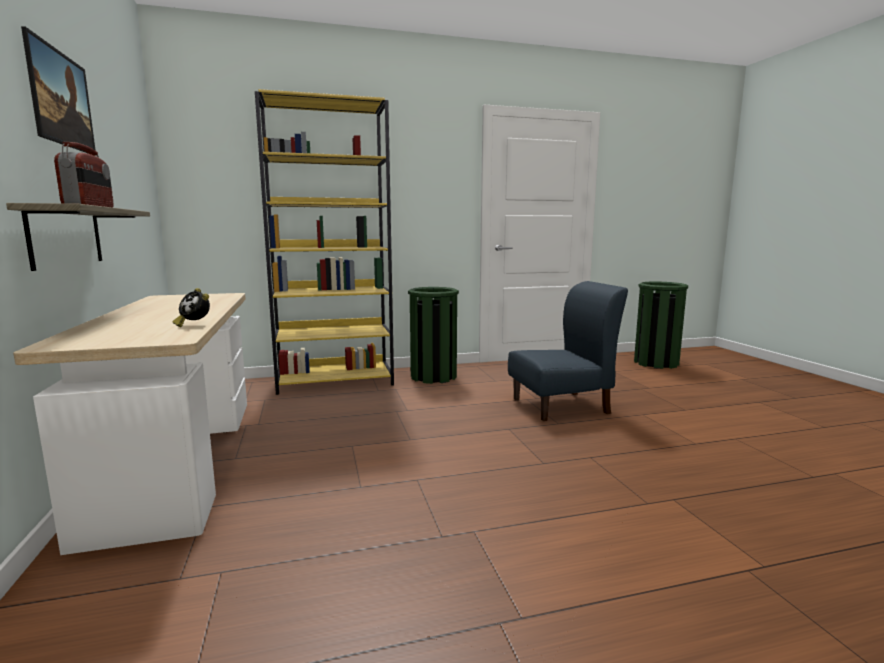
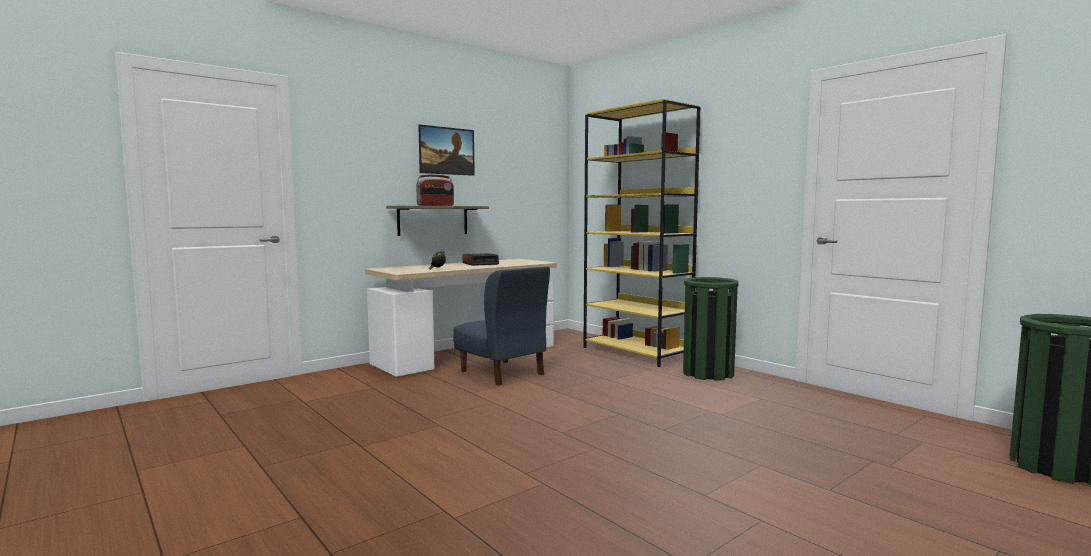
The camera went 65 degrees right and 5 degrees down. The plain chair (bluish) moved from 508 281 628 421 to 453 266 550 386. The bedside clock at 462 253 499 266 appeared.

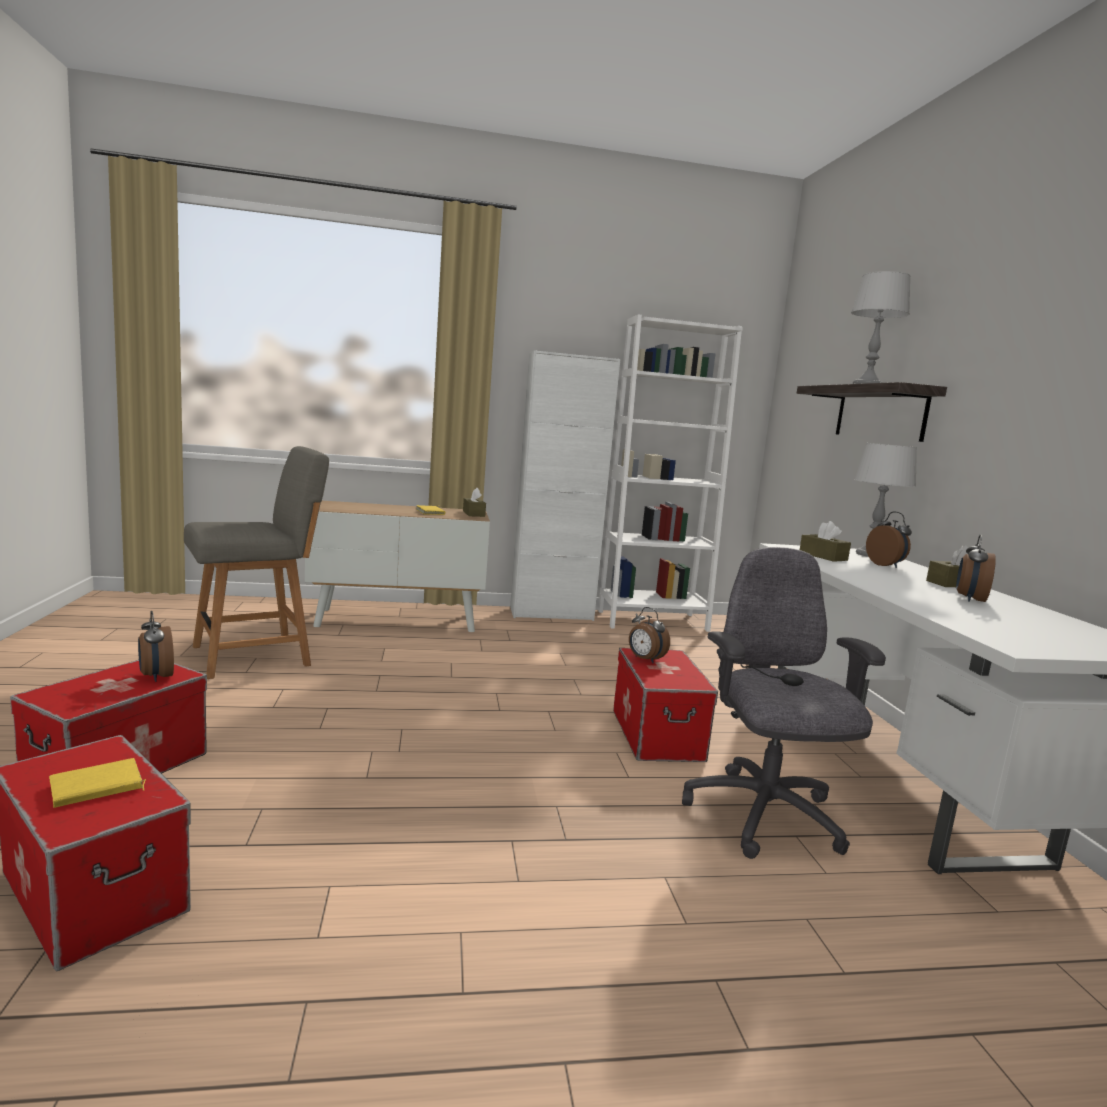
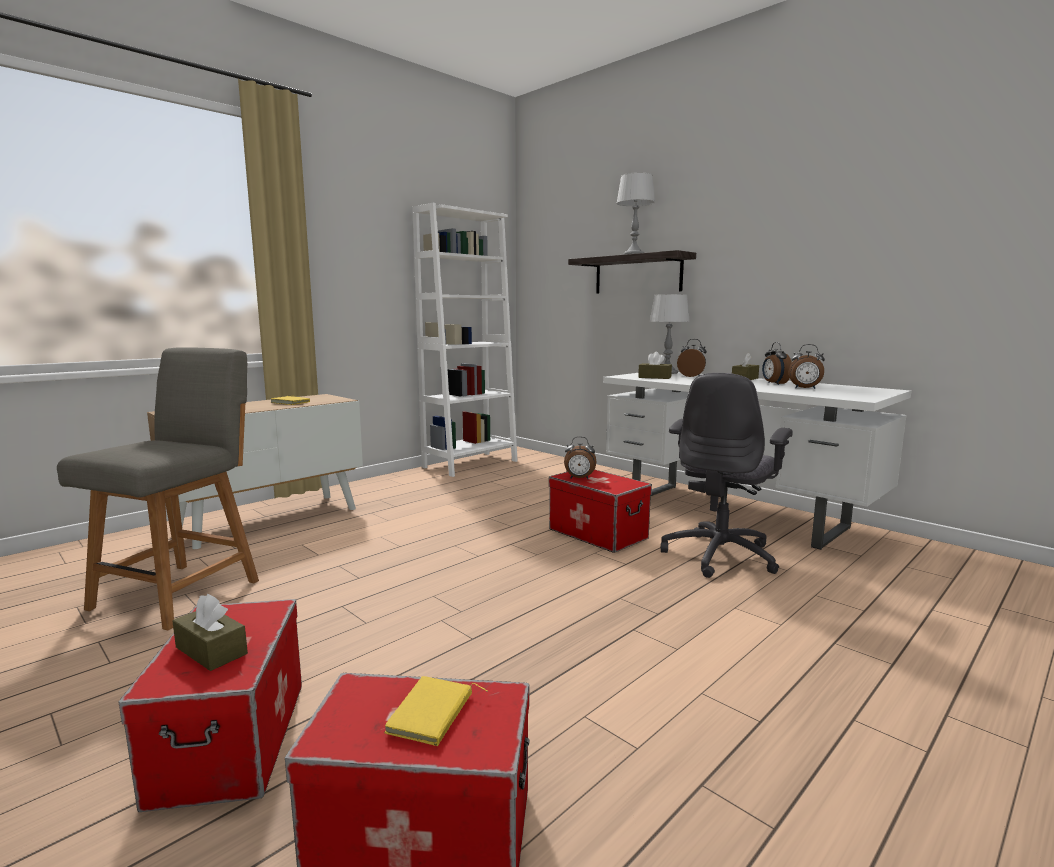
The camera went 35 degrees left and 0 degrees up. The box of tissues (brown-coloured) moved from 463 488 486 517 to 173 594 248 671. The office chair (gray) at 682 547 886 859 turned 105 degrees counterclockwise. The bedside clock moved from 138 611 174 682 to 789 344 825 389. The storage cabinet (white-coloured) at 510 350 620 621 disappeared.

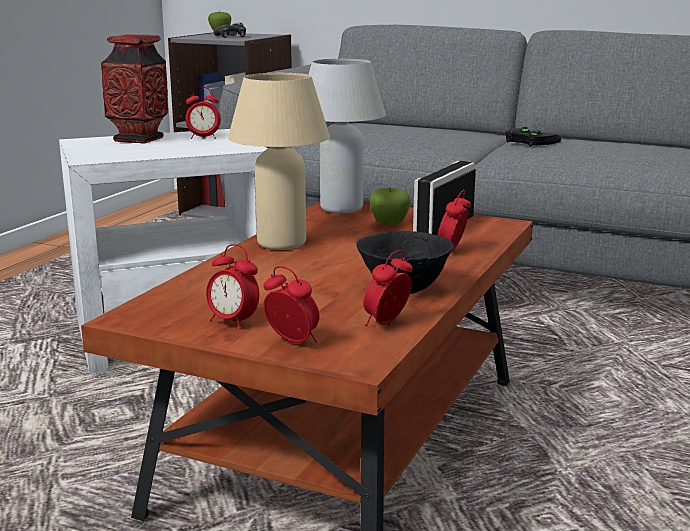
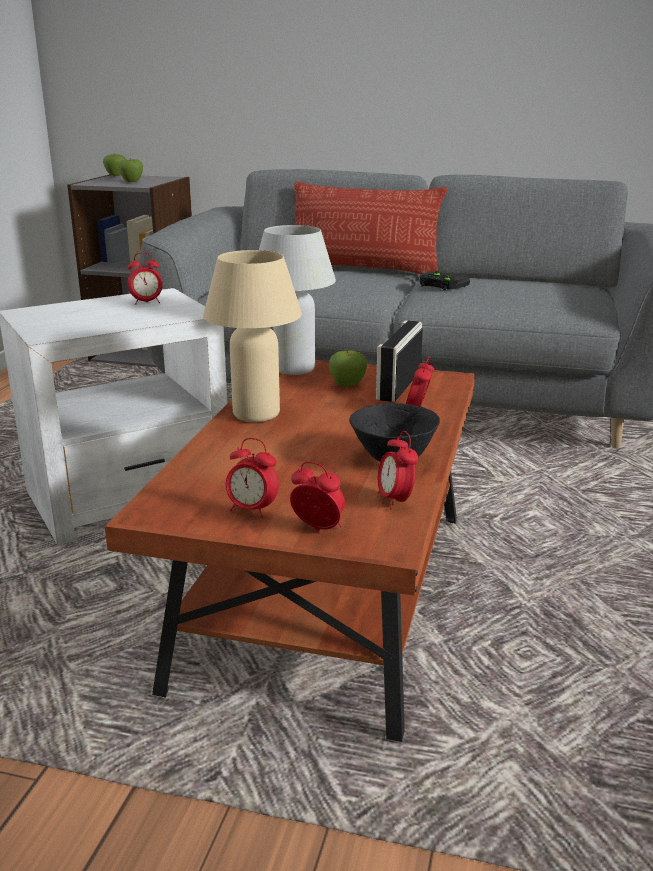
The camera went 10 degrees left and 5 degrees up. The gamepad (blackish) at 214 23 246 38 was replaced by the whole apple at 118 158 143 182. The cushion at 294 182 447 274 appeared. The bedside clock at 363 250 413 326 turned 45 degrees counterclockwise. The decorative vase at 101 34 168 143 disappeared.

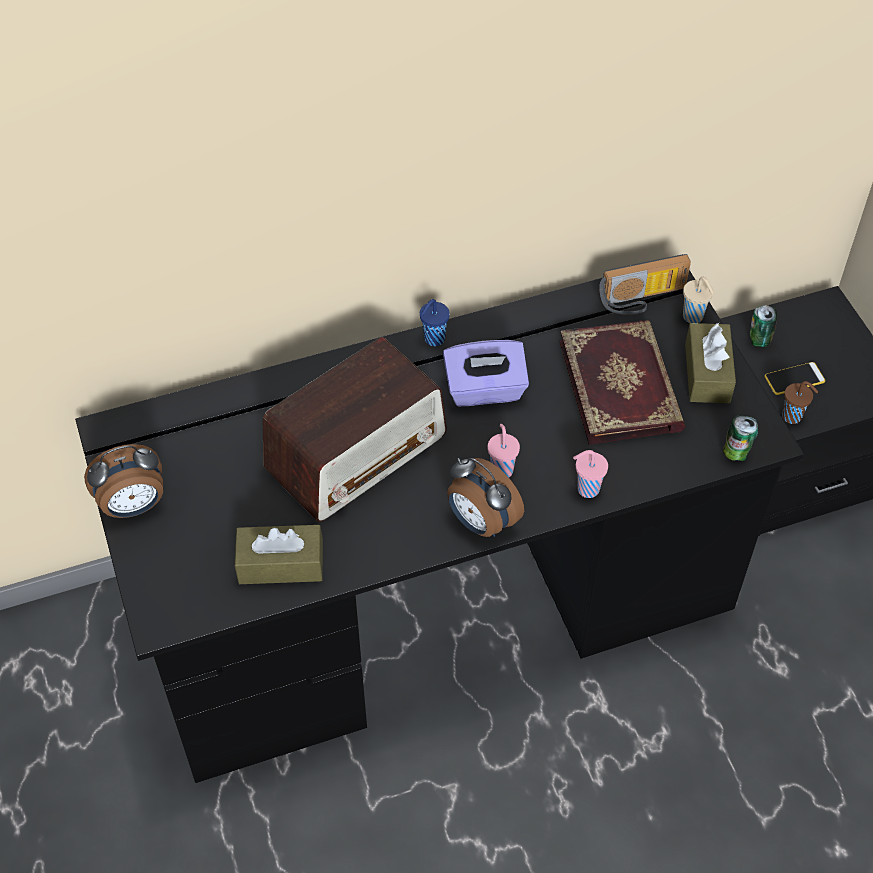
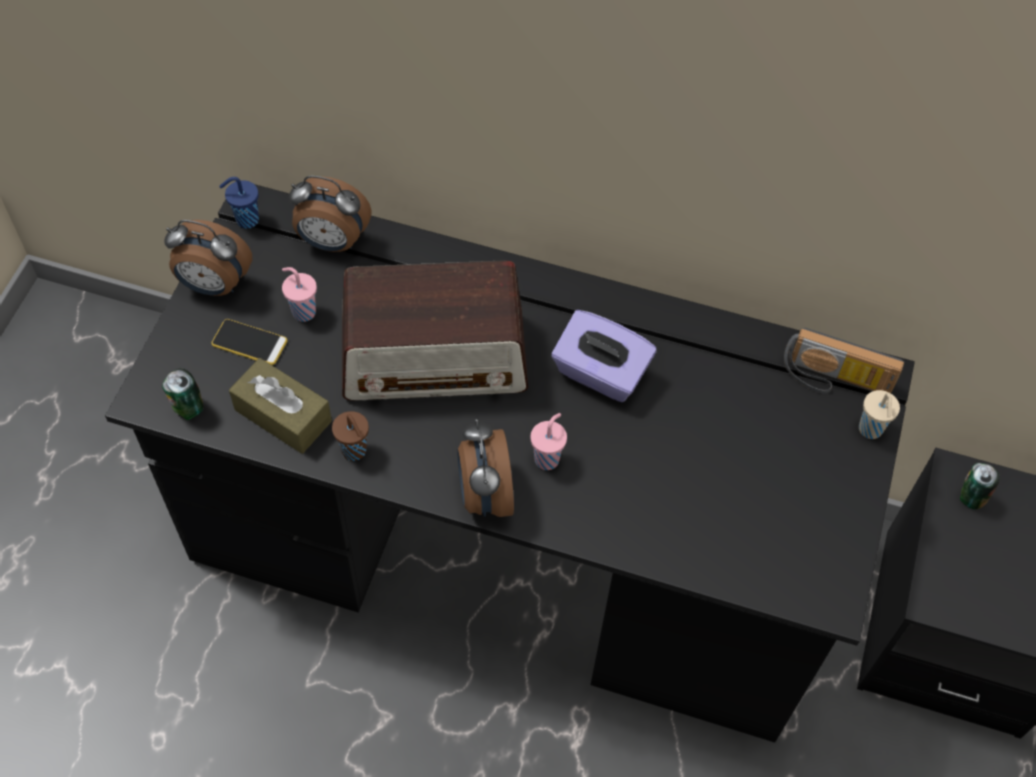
The camera went 35 degrees right and 5 degrees up. The sealed can moved from 723 415 758 461 to 162 368 204 420. The handset moved from 765 362 825 395 to 211 319 288 365. The small cup (bluish) moved from 420 299 450 346 to 219 177 259 229. The small cup (pinkish) moved from 573 450 608 498 to 282 267 317 322. The bedside clock at 289 176 372 252 appeared. The small cup (brown-coloured) moved from 782 381 818 424 to 332 411 369 461. The book at 559 320 685 445 disappeared. The box of tissues (brown-coloured) at 685 323 736 403 disappeared.

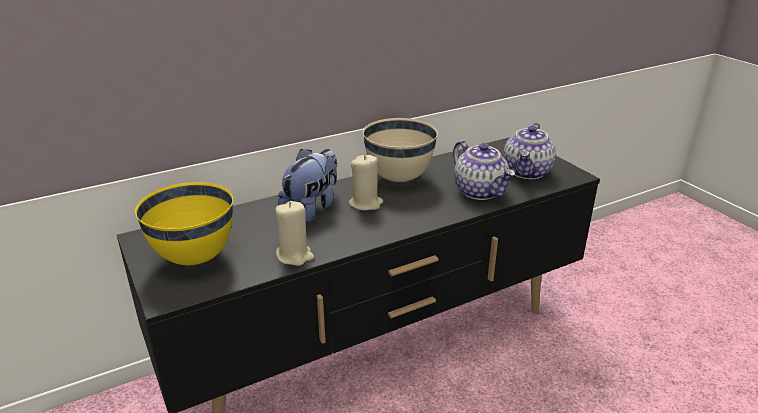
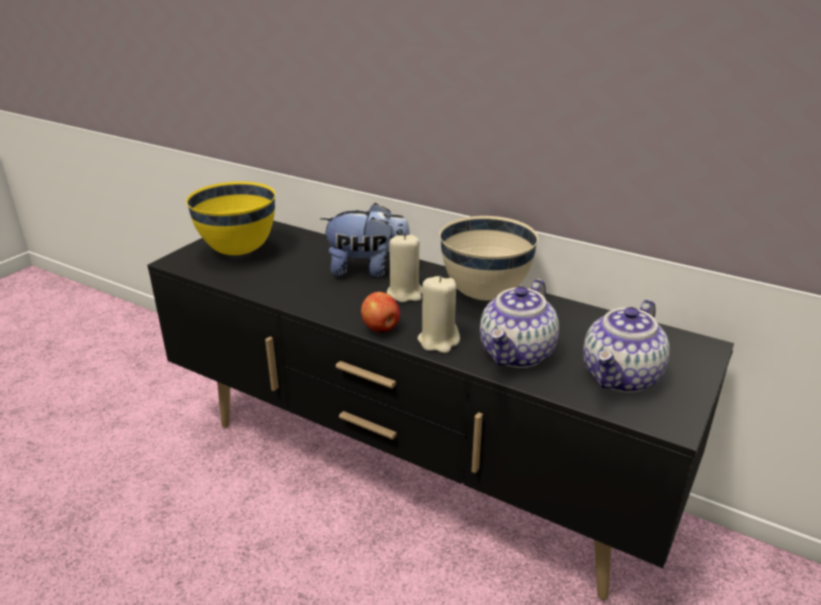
The camera went 60 degrees right and 0 degrees up. The whole apple at 361 292 400 333 appeared. The wax light (beige-coloured) moved from 275 201 314 266 to 418 276 460 353. The teapot at 503 123 556 179 turned 45 degrees counterclockwise.

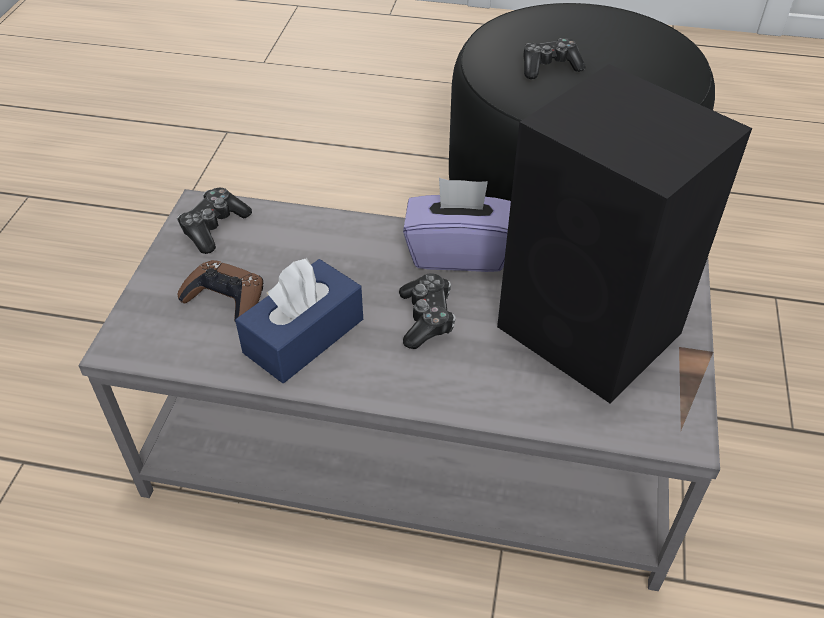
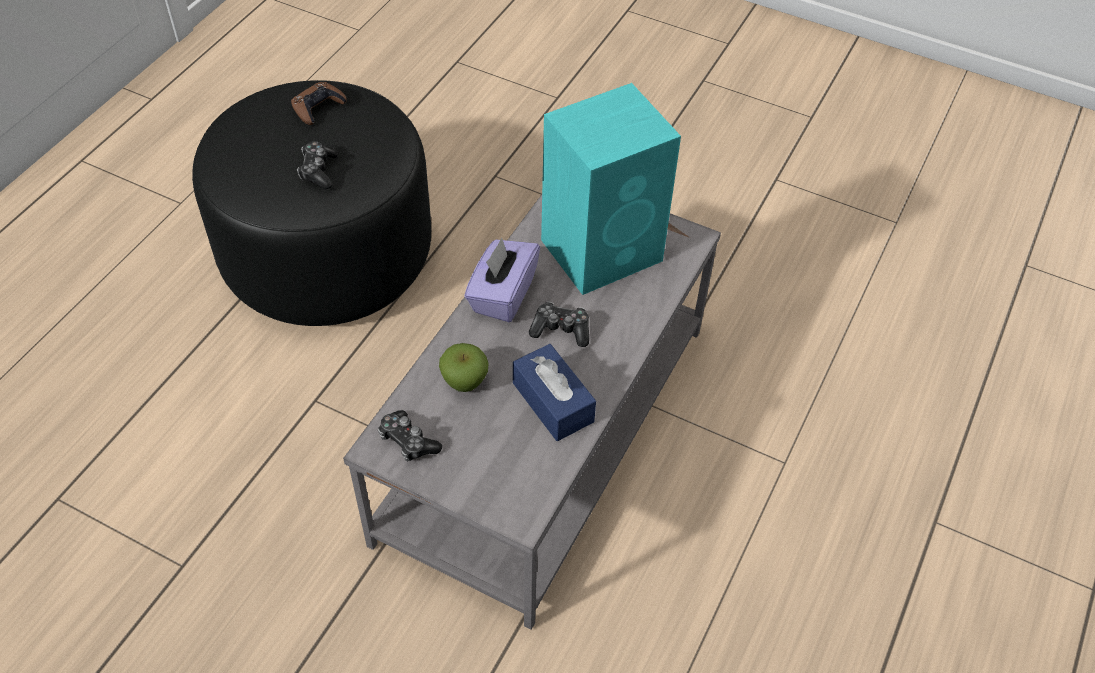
The camera went 75 degrees left and 5 degrees up. The gamepad (brown-coloured) moved from 177 260 263 323 to 291 82 347 125. The whole apple at 439 343 489 392 appeared. The audio speaker (blackish) at 497 64 752 403 became the audio speaker (turquoise) at 541 83 681 295.

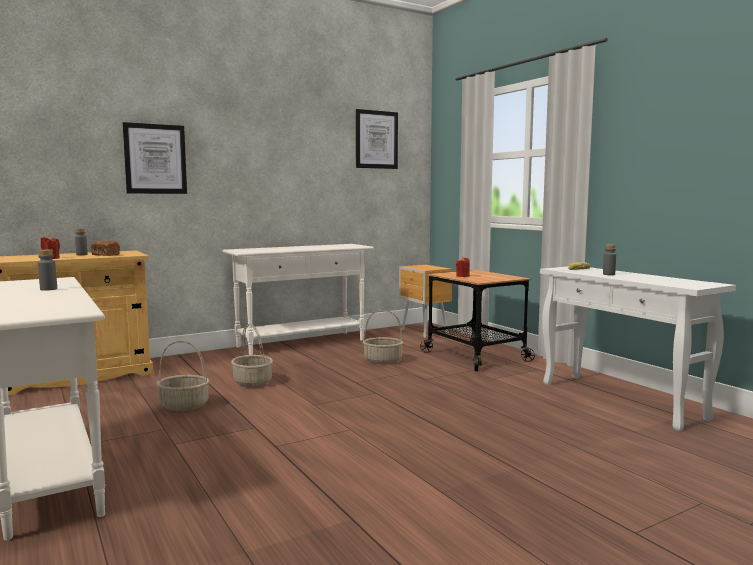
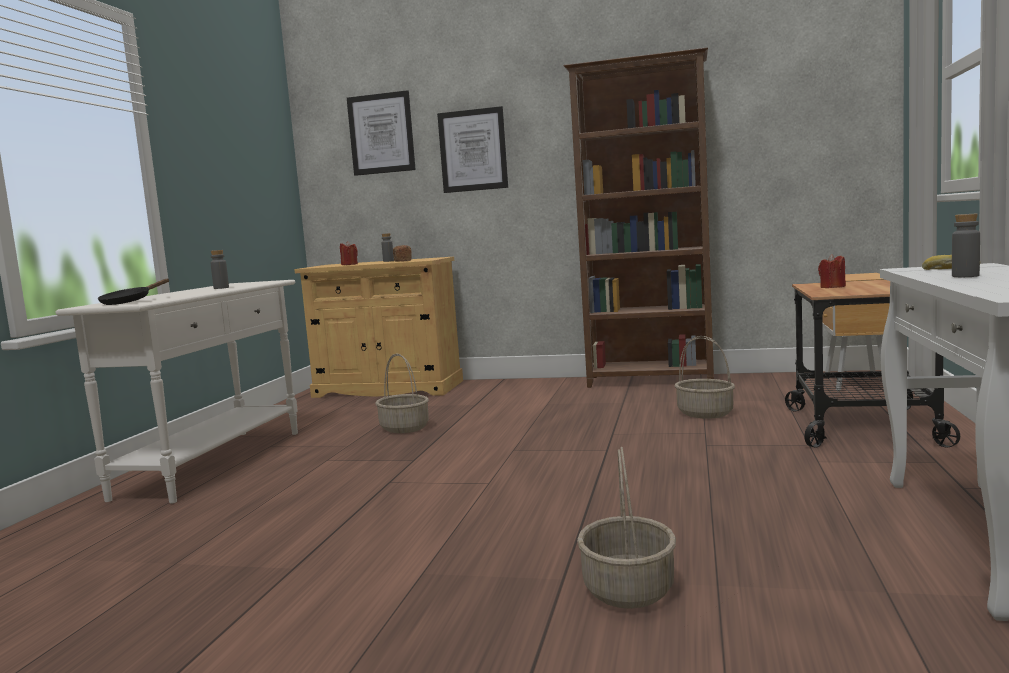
The camera went 45 degrees right and 0 degrees up. The frying pan (blackish) at 98 279 169 305 appeared. The wall picture moved from 356 109 398 169 to 347 90 416 176. The console table (white-coloured) at 223 244 374 355 was replaced by the bookcase (brown-coloured) at 563 47 714 388. The basket moved from 231 324 273 387 to 577 447 676 609.

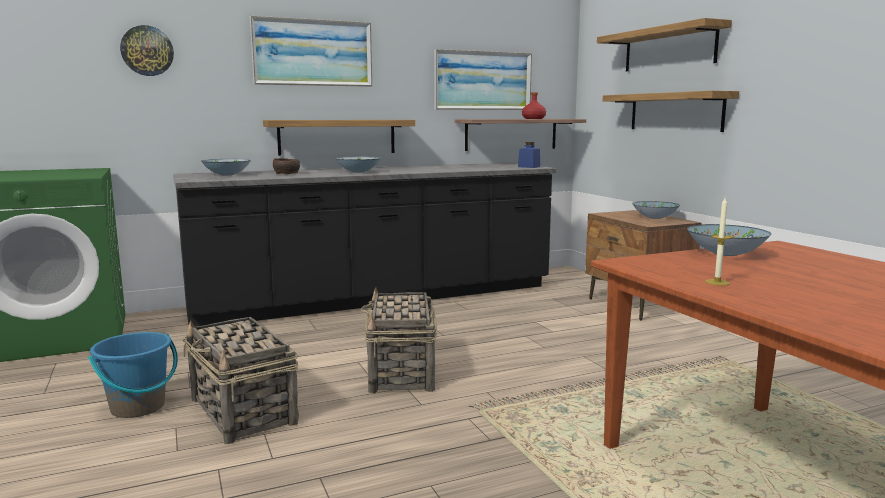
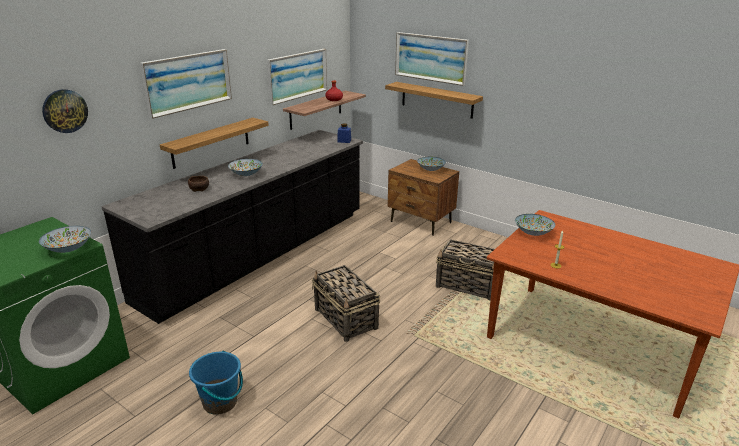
The camera went 30 degrees left and 15 degrees up. The deep dish moved from 201 159 251 175 to 39 226 91 253. The shelf at 597 18 732 71 was replaced by the wall picture at 395 32 469 86. The basket moved from 182 317 299 444 to 436 239 495 300.

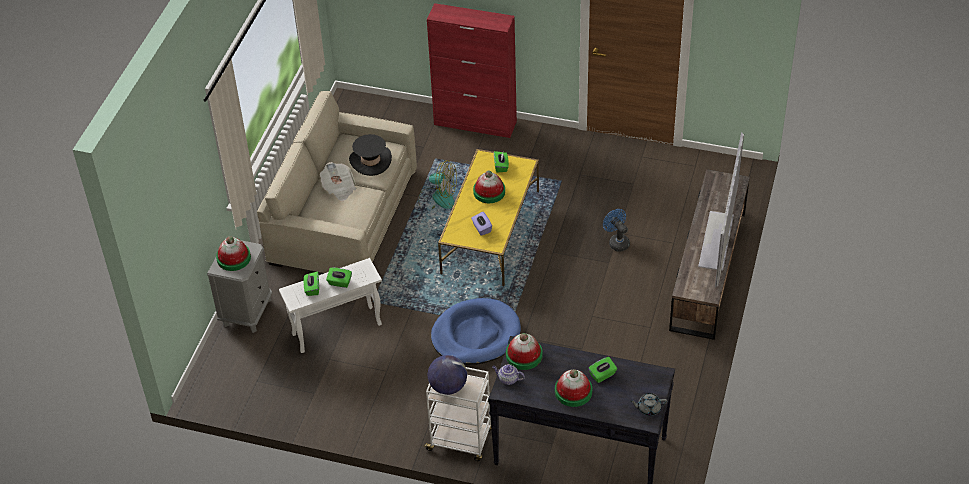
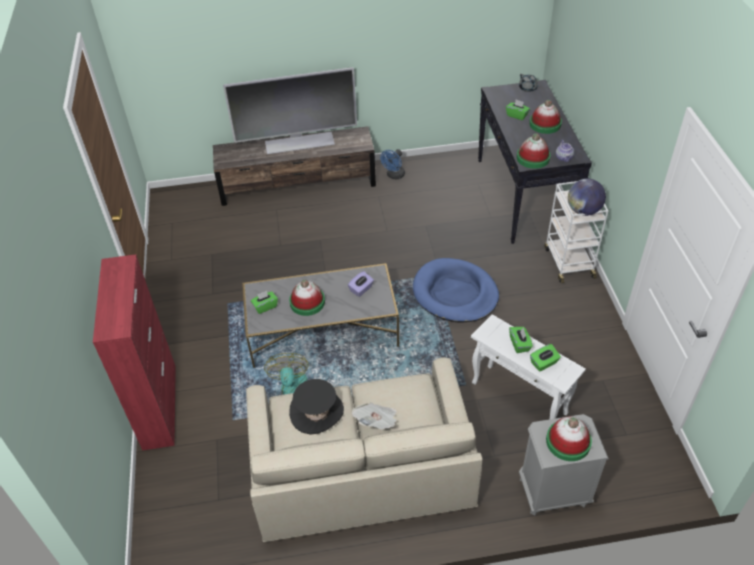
The camera went 115 degrees left and 0 degrees up. The lounge table (yellow-coloured) at 438 149 539 286 became the lounge table (gray) at 242 263 399 368. The cooling fan (bluish) moved from 603 209 630 251 to 380 149 405 180.

